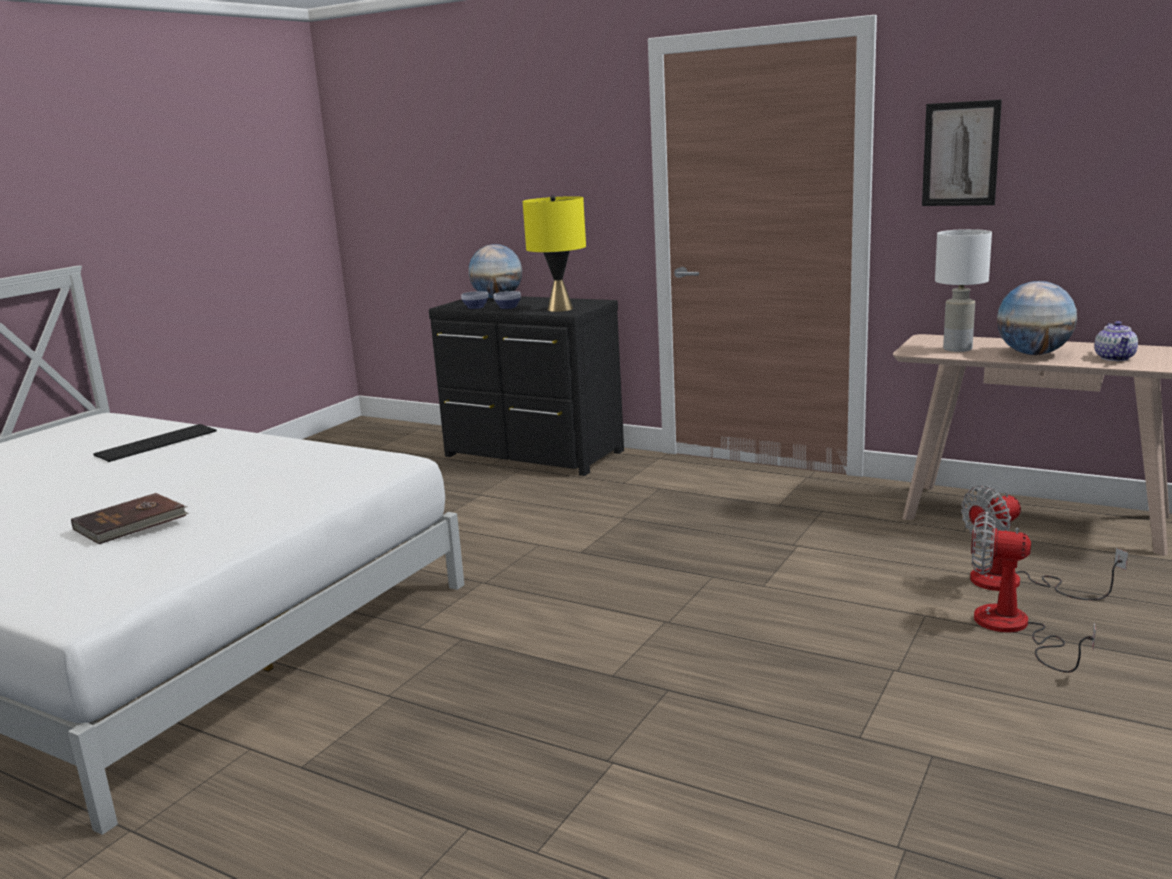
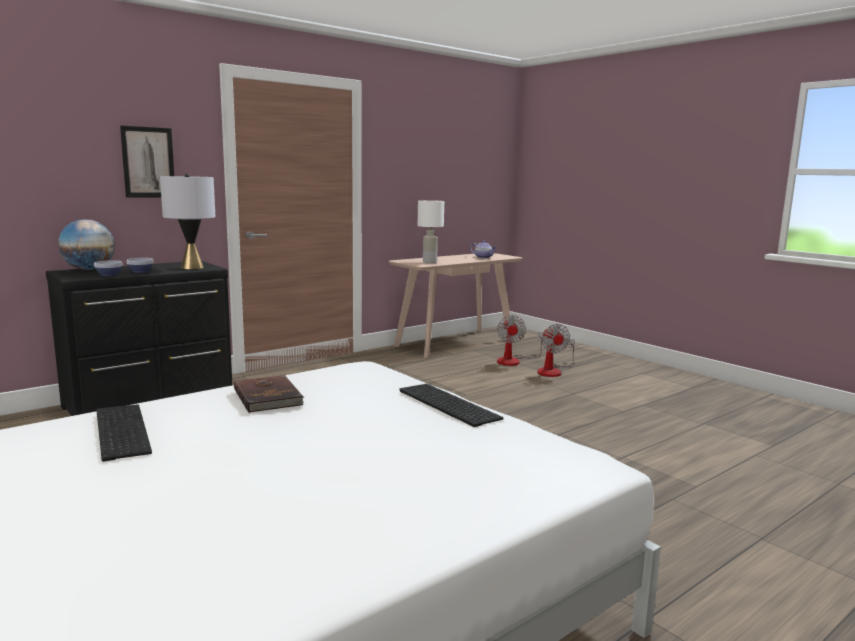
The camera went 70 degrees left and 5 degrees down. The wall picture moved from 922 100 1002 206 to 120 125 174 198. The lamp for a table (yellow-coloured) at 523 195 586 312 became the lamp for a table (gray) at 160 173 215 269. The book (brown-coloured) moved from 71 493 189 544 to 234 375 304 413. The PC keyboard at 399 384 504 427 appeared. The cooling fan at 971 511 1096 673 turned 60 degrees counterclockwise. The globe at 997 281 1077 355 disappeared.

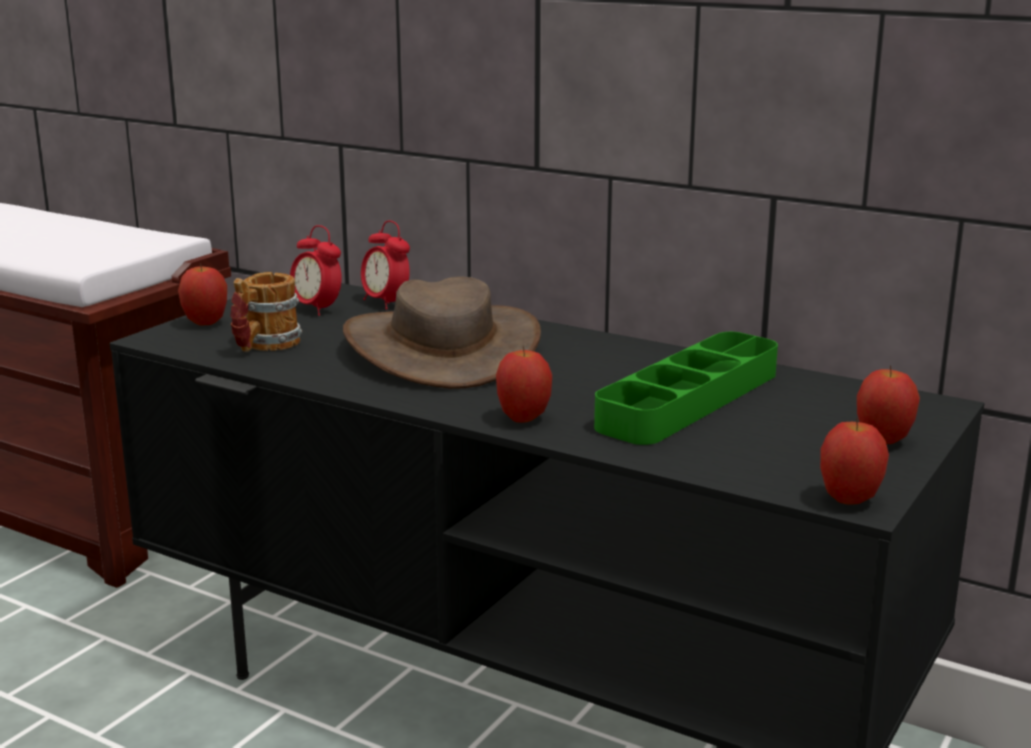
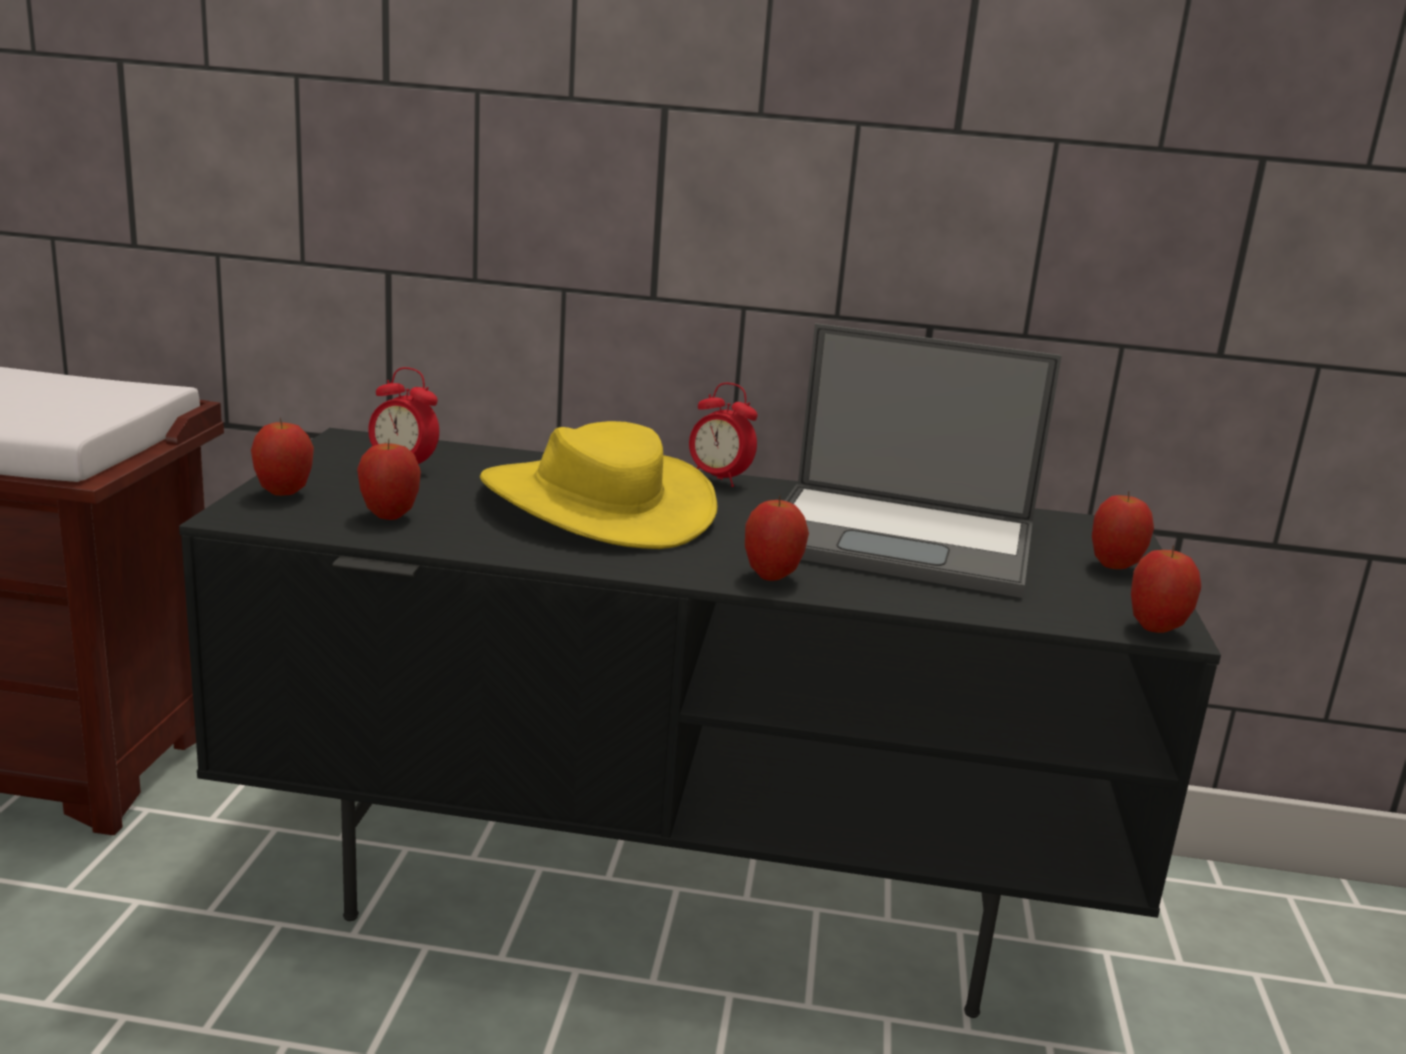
The camera went 25 degrees left and 0 degrees up. The coffee mug at 230 272 302 352 was replaced by the whole apple at 357 439 421 520. The wearable hat (brown-coloured) at 343 277 541 389 became the wearable hat (yellow-coloured) at 480 421 717 549. The bedside clock moved from 361 220 410 309 to 689 383 757 487. The tray (greenish) at 594 332 778 445 was replaced by the laptop at 785 323 1062 598.

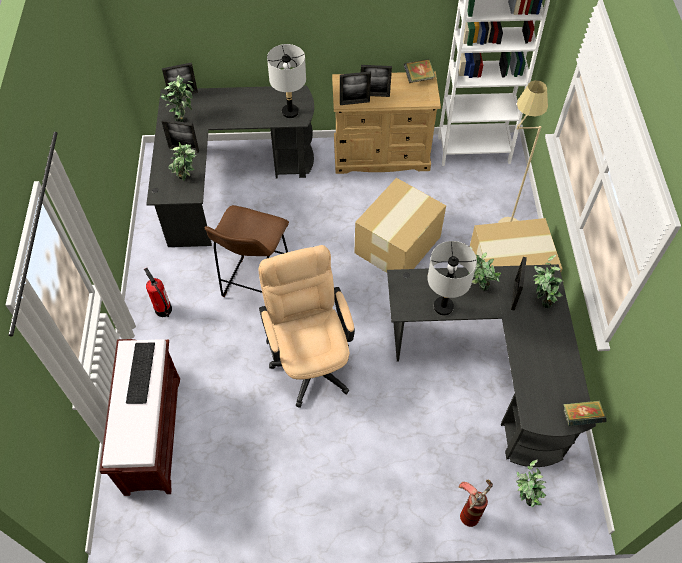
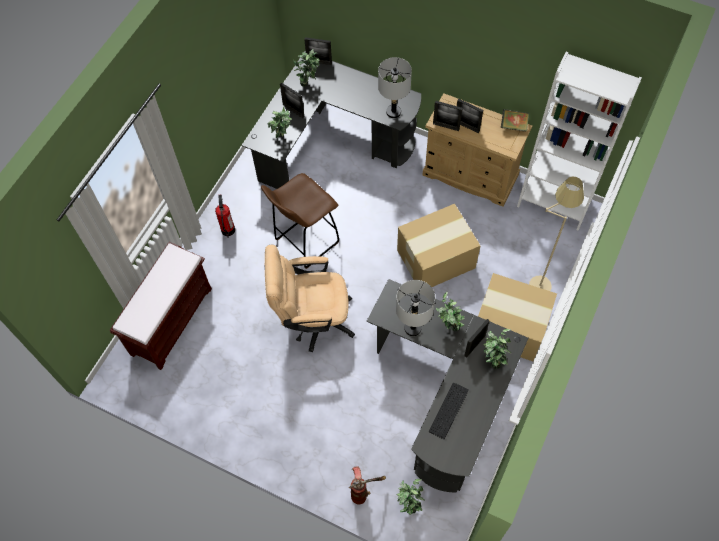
The camera went 30 degrees right and 5 degrees up. The office chair (beige-coloured) at 259 245 355 408 turned 105 degrees counterclockwise. The PC keyboard moved from 126 343 155 404 to 429 383 469 439. The book at 563 400 607 426 disappeared.

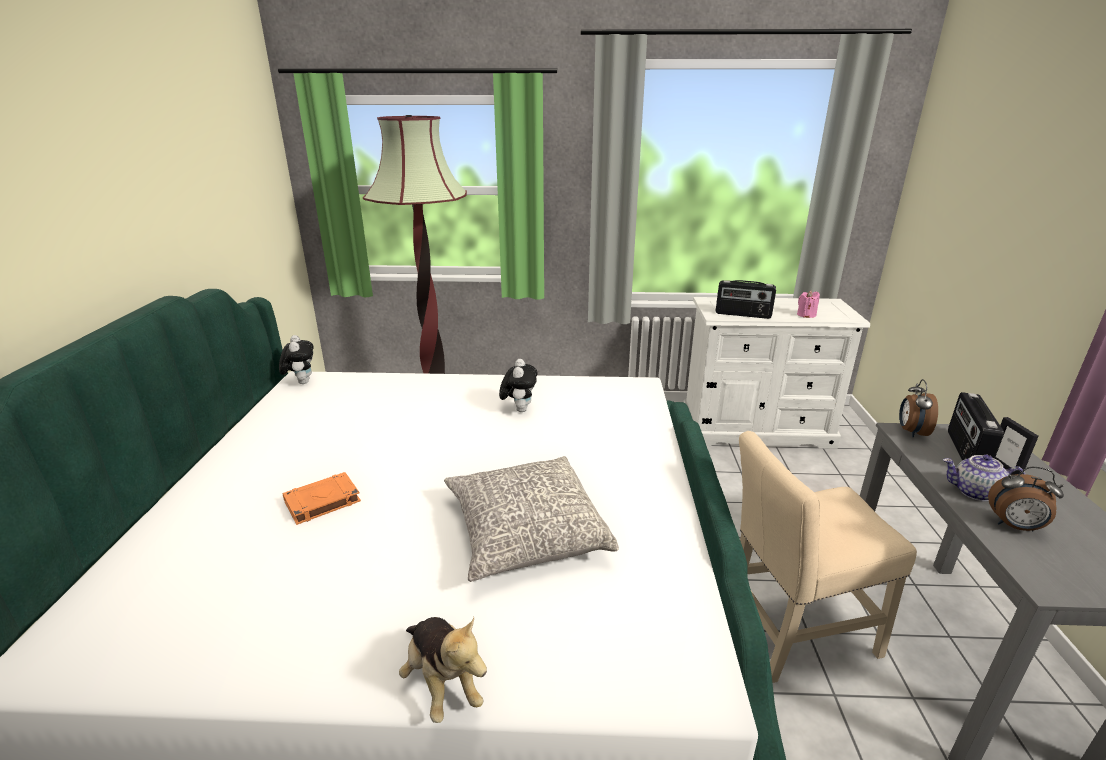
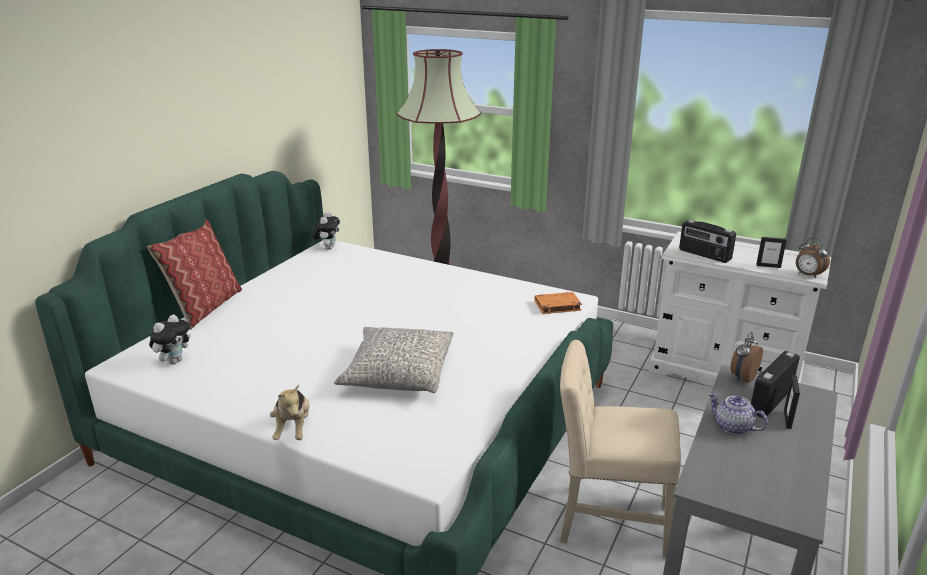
The camera went 25 degrees right and 0 degrees up. The cushion at 147 219 242 330 appeared. The plush toy moved from 499 359 538 412 to 149 315 191 365. The book (orange-coloured) moved from 283 472 361 525 to 535 292 582 314. The wax light (pinkish) at 797 290 820 318 was replaced by the picture frame at 756 237 787 268. The bedside clock moved from 988 467 1064 532 to 796 238 830 278.

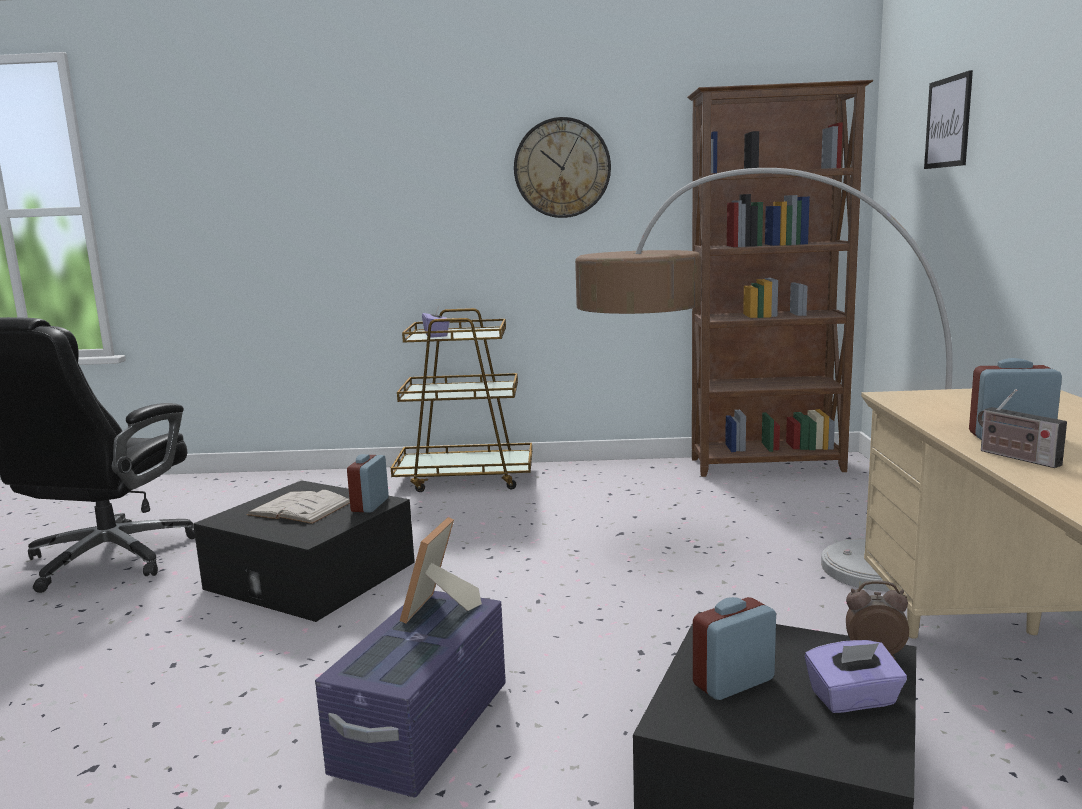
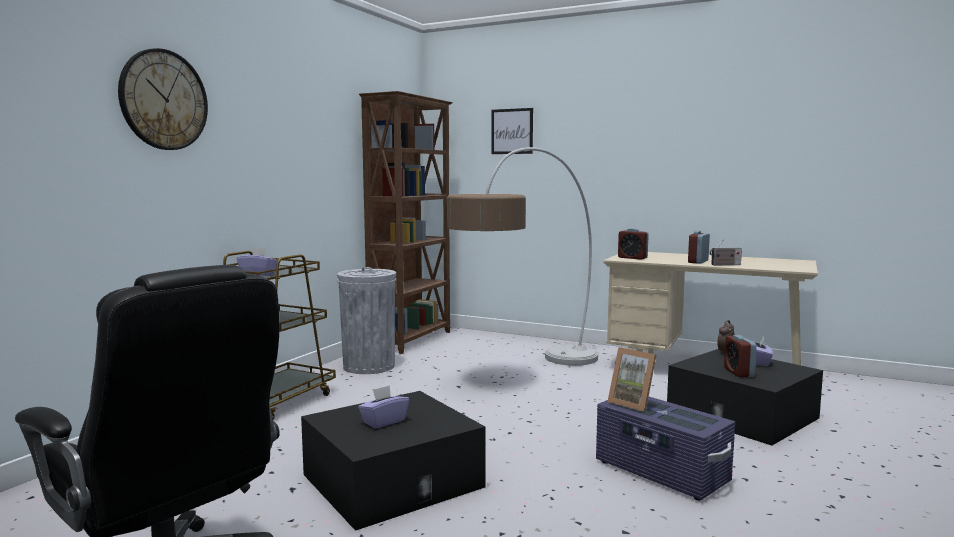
The camera went 65 degrees left and 5 degrees down. The wall clock moved from 514 117 611 218 to 118 48 208 150. The trash can (gray) at 337 267 396 374 appeared. The book (white-coloured) at 246 490 350 524 was replaced by the box of tissues (purplish) at 358 385 409 429. The bedside clock moved from 347 454 389 513 to 618 228 649 260.

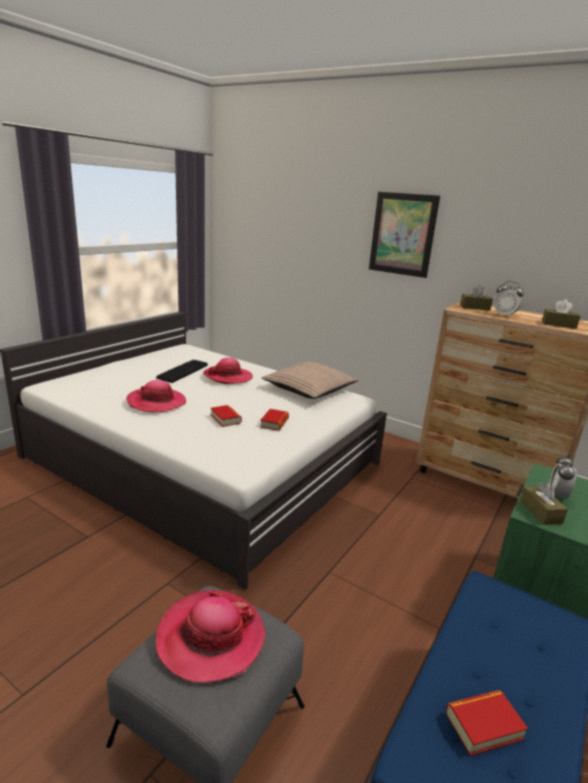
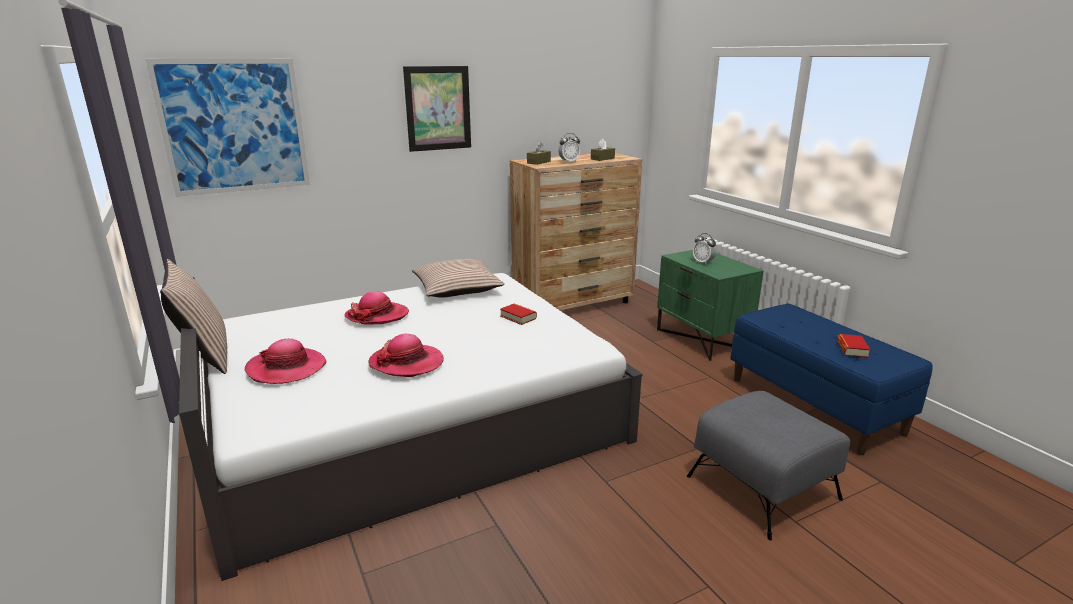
The camera went 60 degrees left and 0 degrees up. The wall picture at 146 58 310 197 appeared. The cushion at 160 259 227 374 appeared. The wearable hat moved from 155 590 265 683 to 245 339 327 384. The PC keyboard at 156 360 208 383 disappeared. The book at 211 405 242 427 disappeared. The box of tissues (brown-coloured) at 520 482 568 525 disappeared.

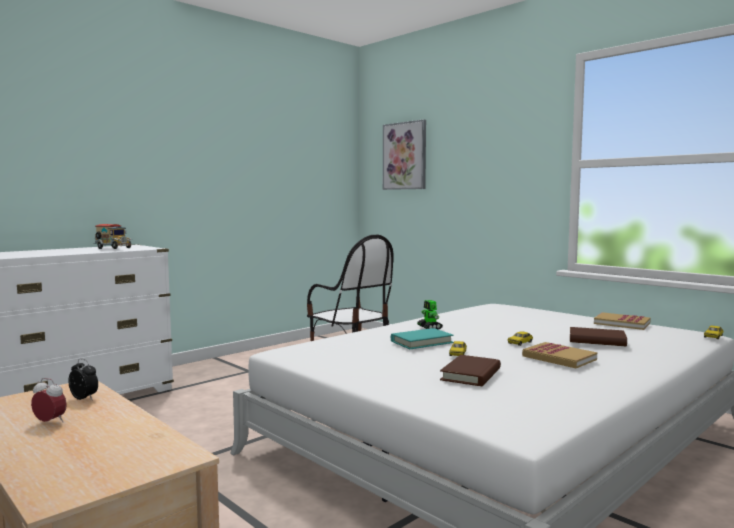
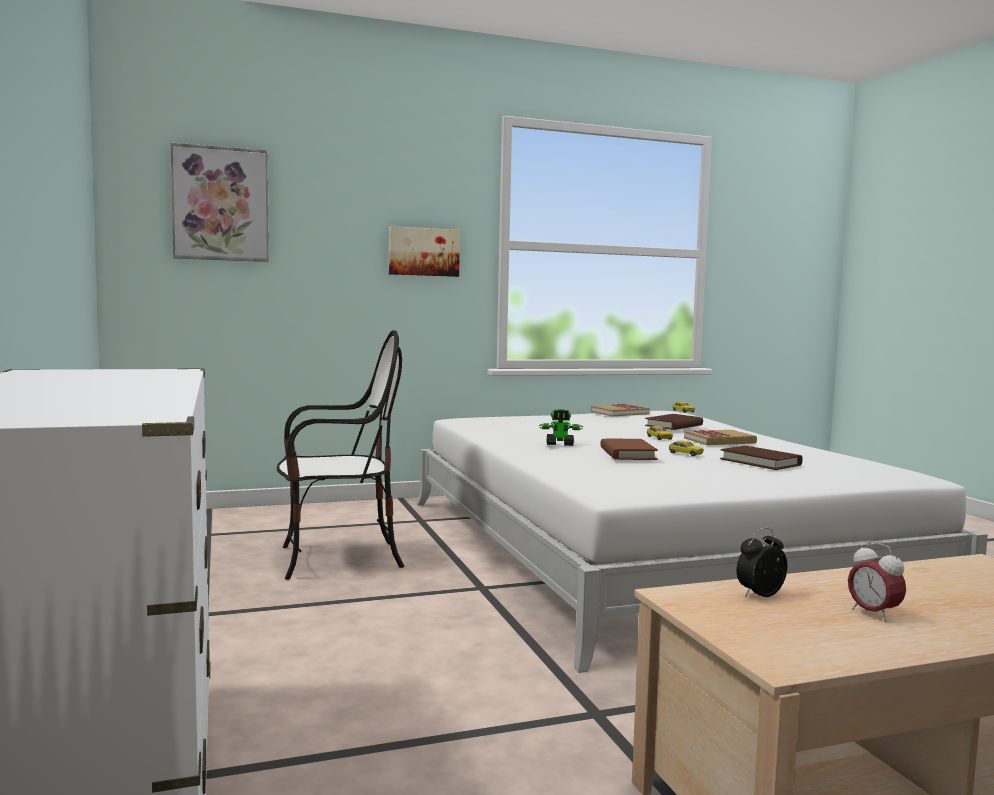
The camera went 65 degrees left and 0 degrees up. The wall picture at 389 226 460 277 appeared. The book (turquoise) at 391 328 454 349 became the book (brown-coloured) at 600 438 658 460. The bedside clock at 31 378 67 422 turned 75 degrees counterclockwise. The toy truck at 93 224 132 249 disappeared.

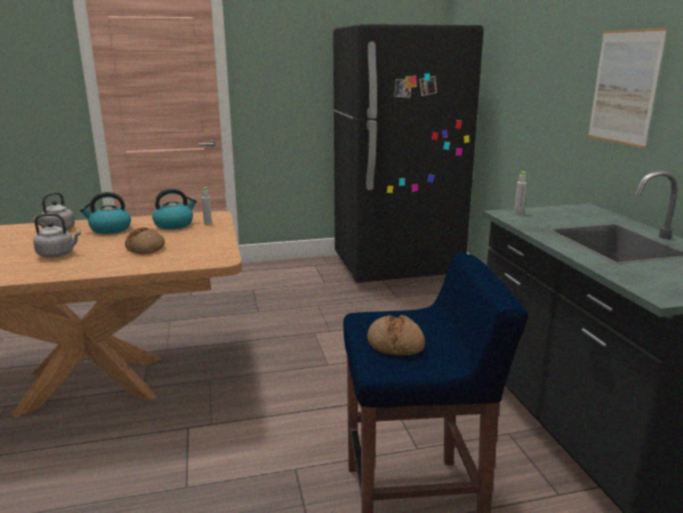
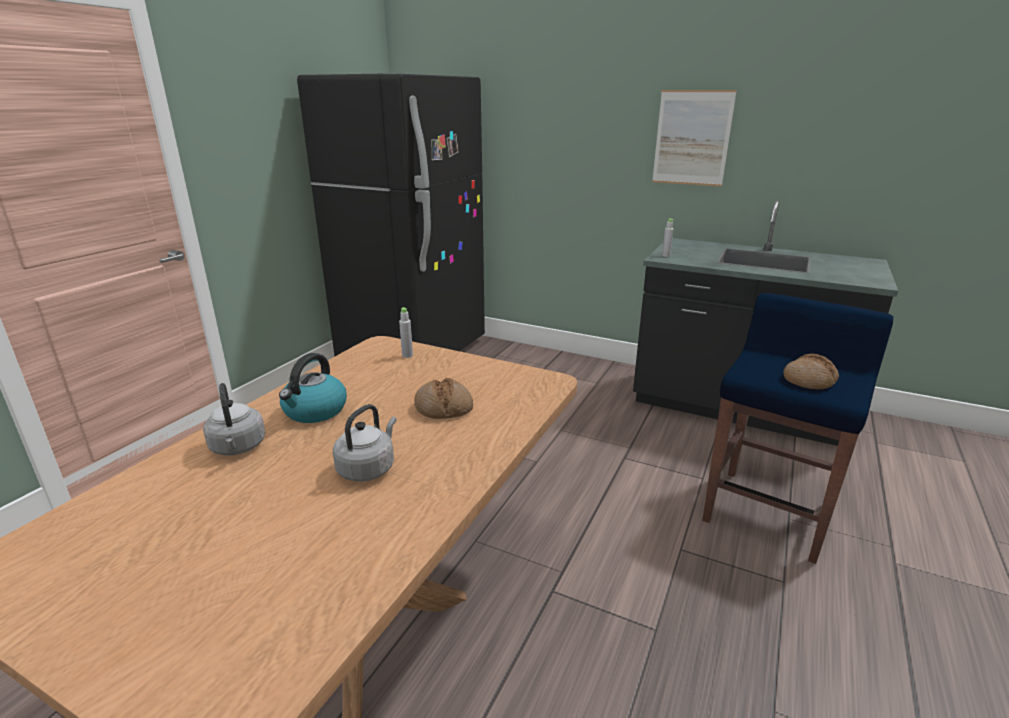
The camera went 50 degrees left and 5 degrees up. The water kettle at 152 188 197 230 disappeared.

